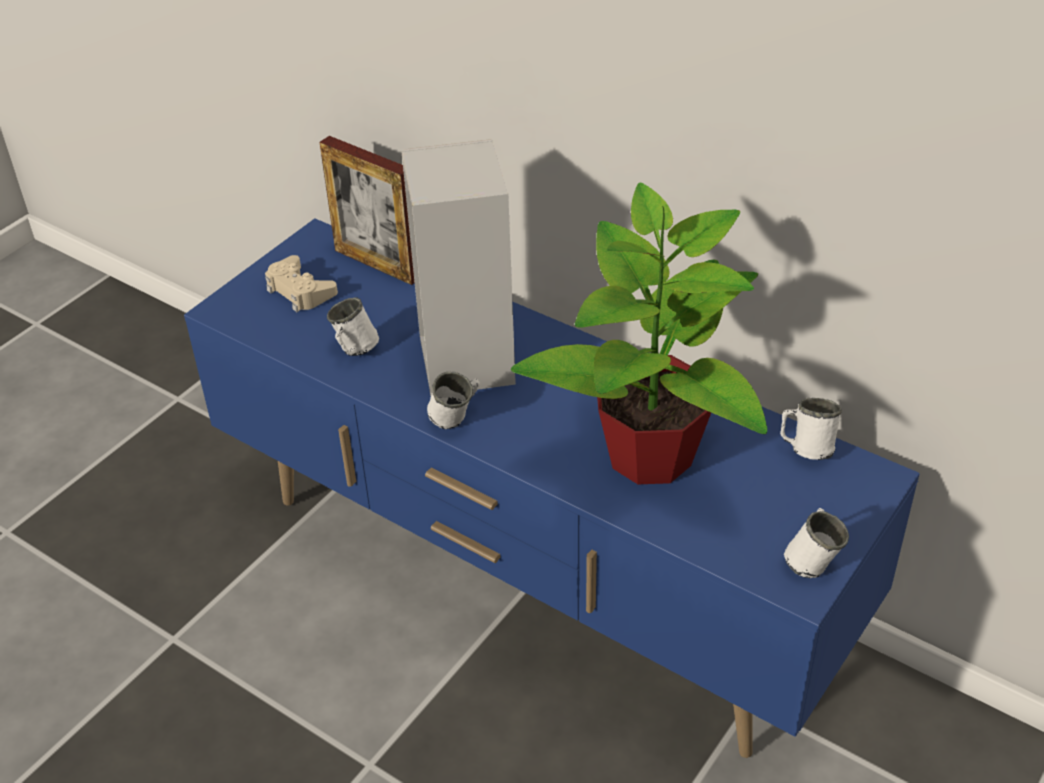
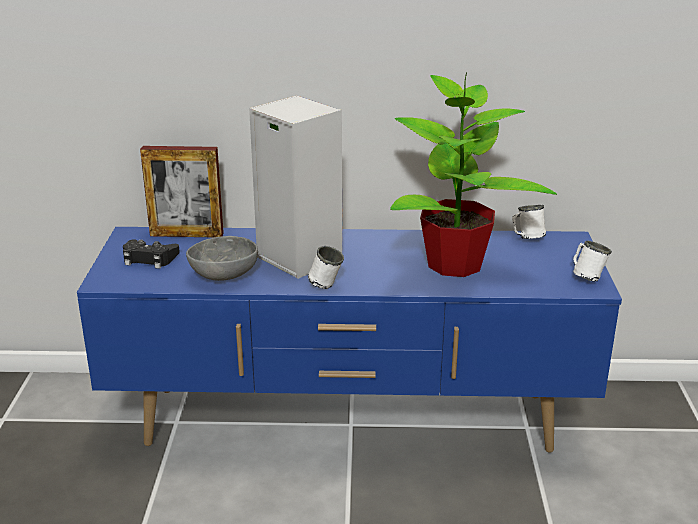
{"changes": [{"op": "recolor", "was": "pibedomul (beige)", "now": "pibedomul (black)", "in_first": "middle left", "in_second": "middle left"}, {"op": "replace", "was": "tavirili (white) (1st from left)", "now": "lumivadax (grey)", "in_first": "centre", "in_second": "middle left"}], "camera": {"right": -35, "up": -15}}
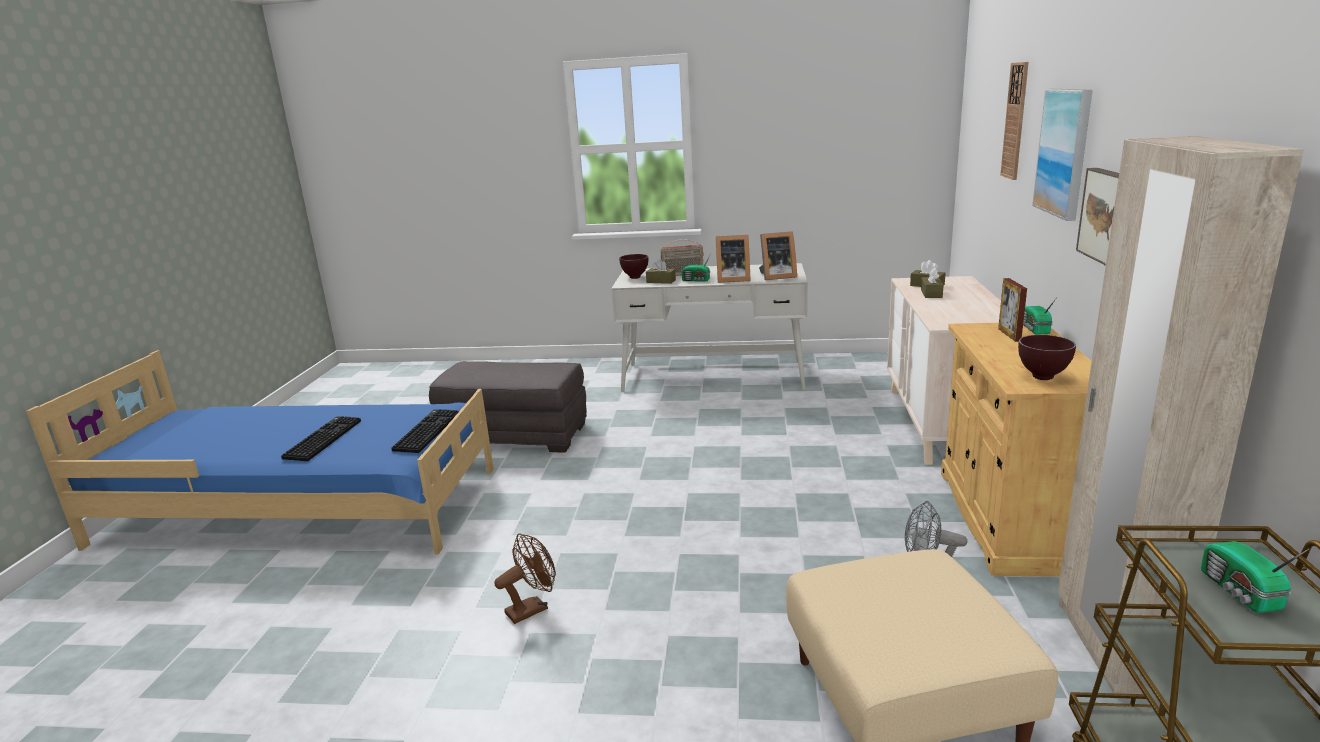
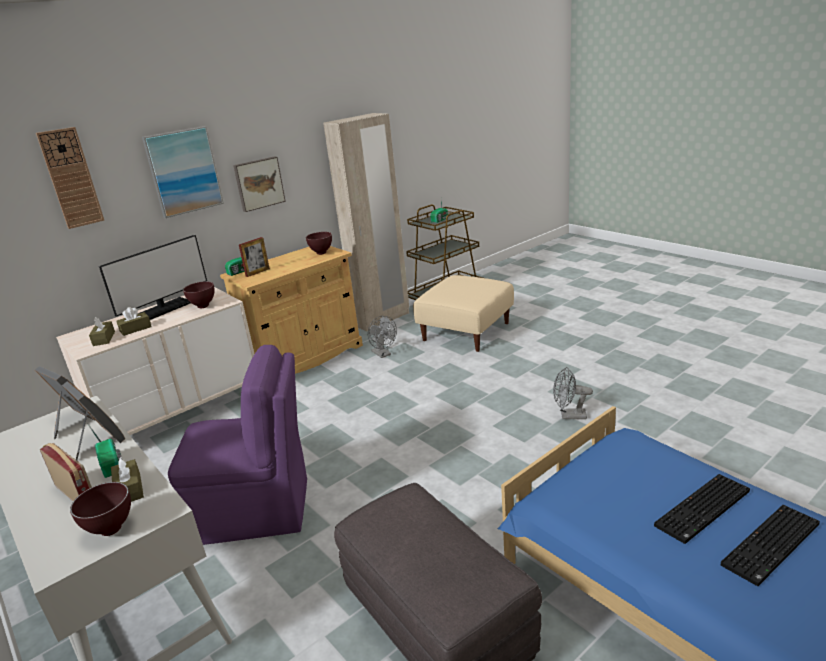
{"changes": [{"op": "move", "was": "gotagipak (2nd from left)", "in_first": "middle left", "in_second": "bottom right"}, {"op": "recolor", "was": "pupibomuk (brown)", "now": "pupibomuk (grey) (2nd from left)", "in_first": "bottom centre", "in_second": "middle right"}, {"op": "insert", "now": "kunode", "in_second": "middle left"}, {"op": "insert", "now": "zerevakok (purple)", "in_second": "bottom left"}, {"op": "insert", "now": "lumivadax (brown) (2nd from left)", "in_second": "middle left"}], "camera": {"right": -135, "up": 5}}
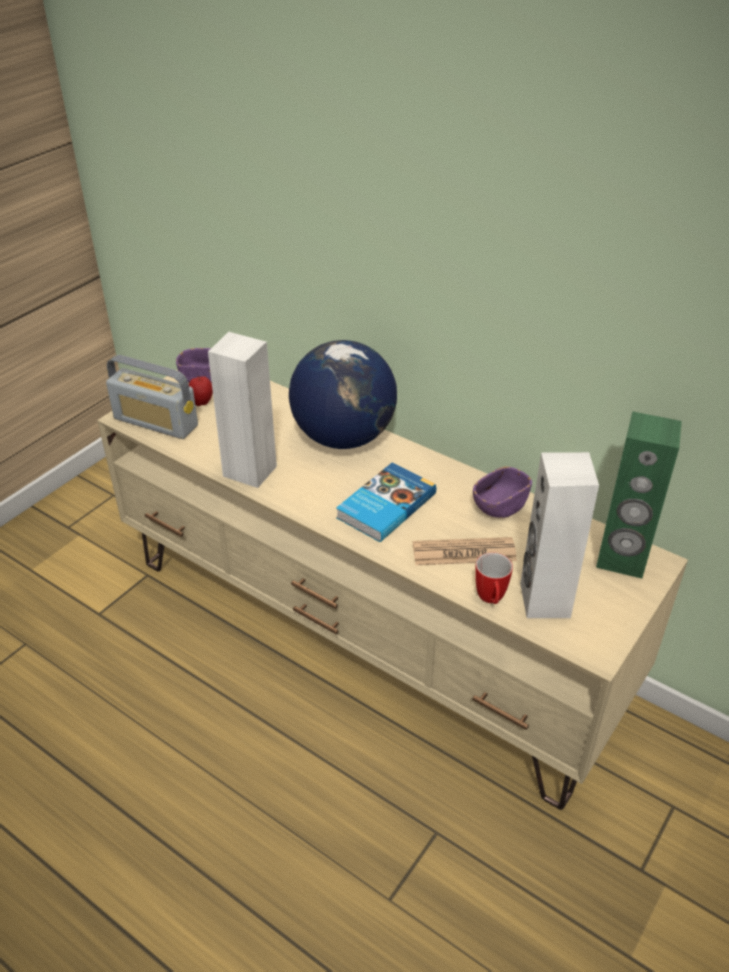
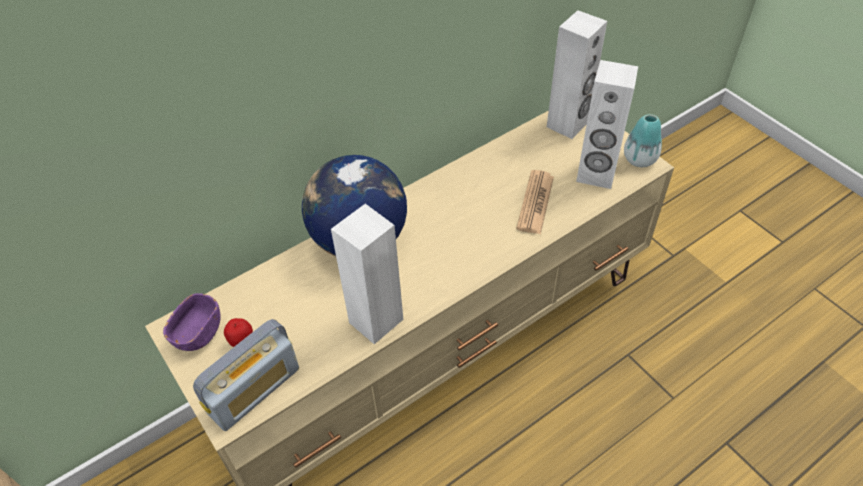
{"changes": [{"op": "delete", "was": "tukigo", "in_first": "centre"}, {"op": "delete", "was": "lumivadax (purple) (2nd from left)", "in_first": "middle right"}, {"op": "delete", "was": "tavirili", "in_first": "middle right"}, {"op": "recolor", "was": "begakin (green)", "now": "begakin (white) (2nd from left)", "in_first": "middle right", "in_second": "top right"}, {"op": "insert", "now": "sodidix", "in_second": "top right"}], "camera": {"right": -70, "up": 10}}
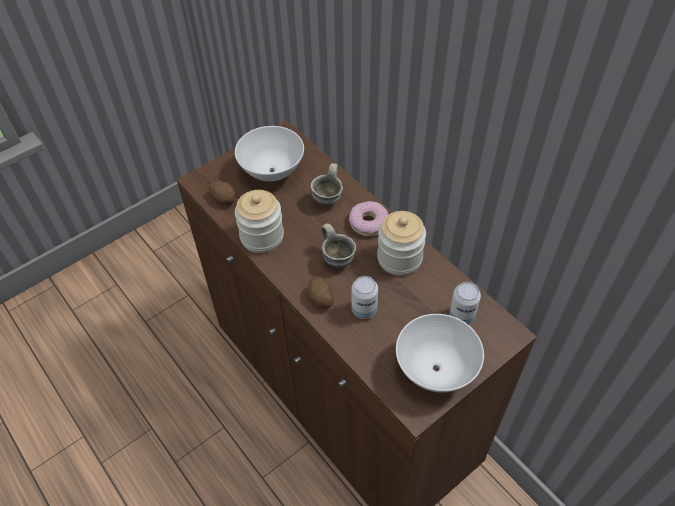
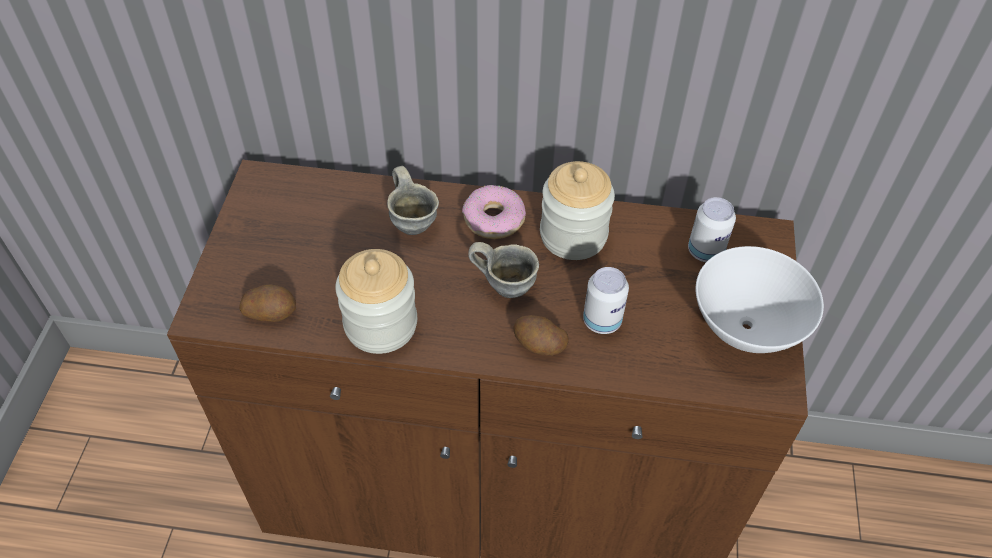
{"changes": [{"op": "delete", "was": "lumivadax (white) (1st from left)", "in_first": "top centre"}], "camera": {"right": -45, "up": 0}}
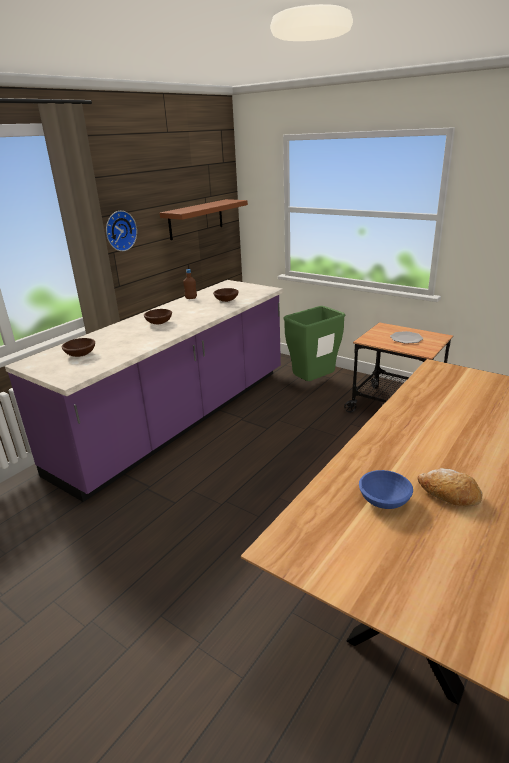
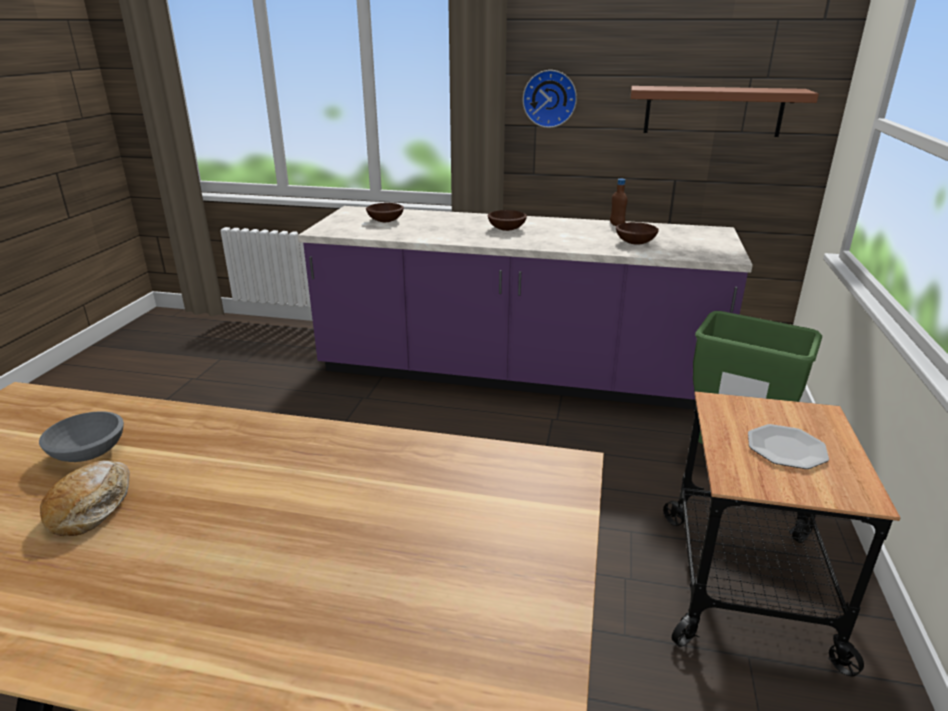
{"changes": [{"op": "recolor", "was": "lumivadax (blue)", "now": "lumivadax (grey)", "in_first": "middle right", "in_second": "middle left"}], "camera": {"right": 65, "up": 0}}
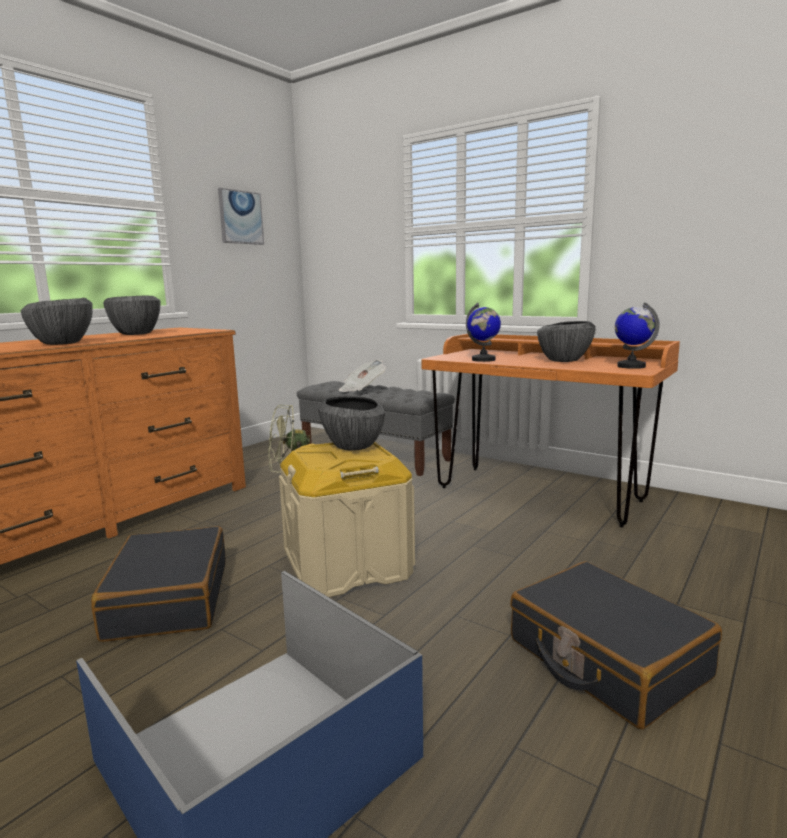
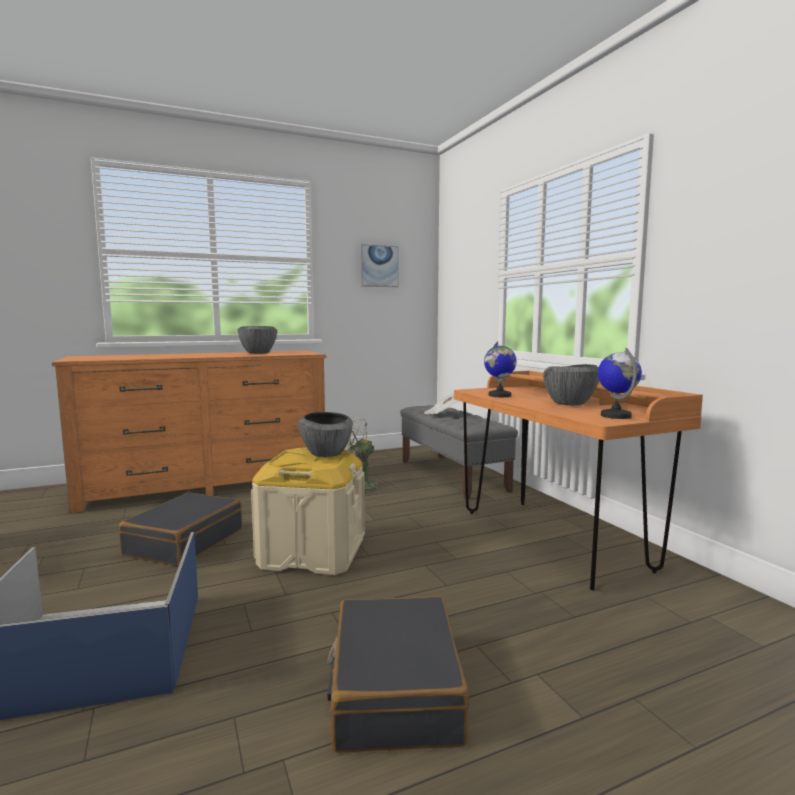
{"changes": [{"op": "delete", "was": "lumivadax (1st from left)", "in_first": "middle left"}], "camera": {"right": 30, "up": -5}}
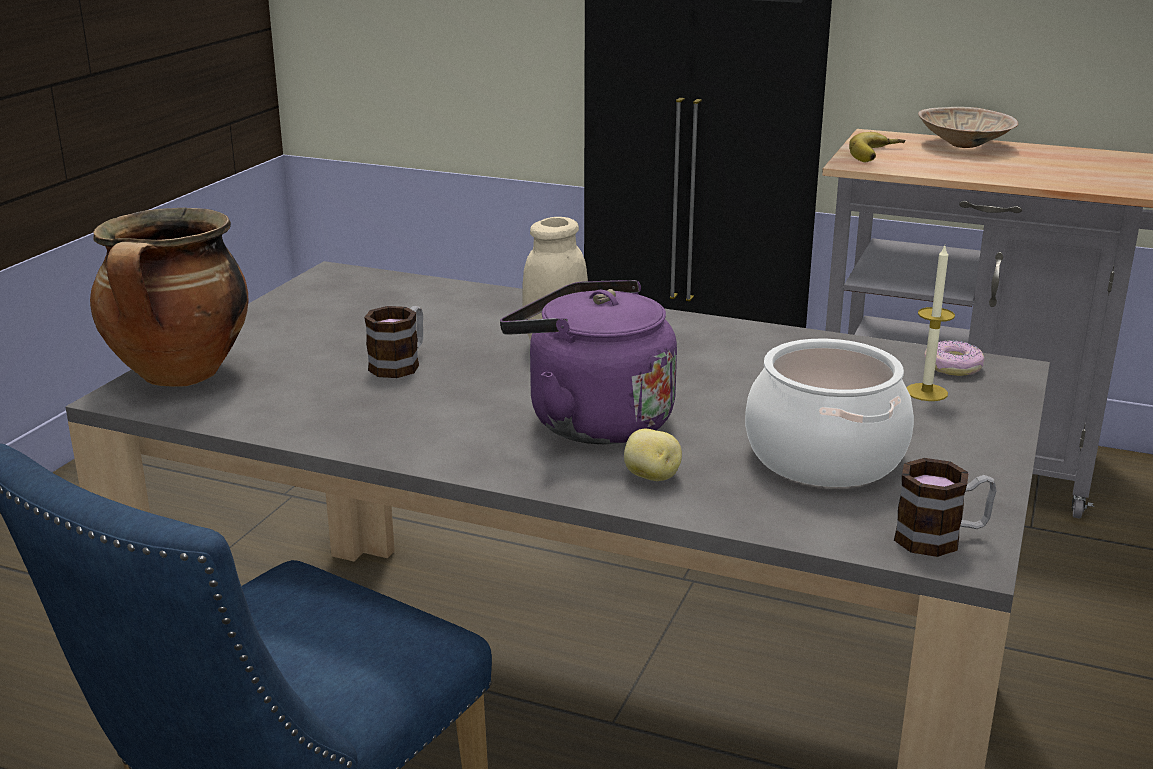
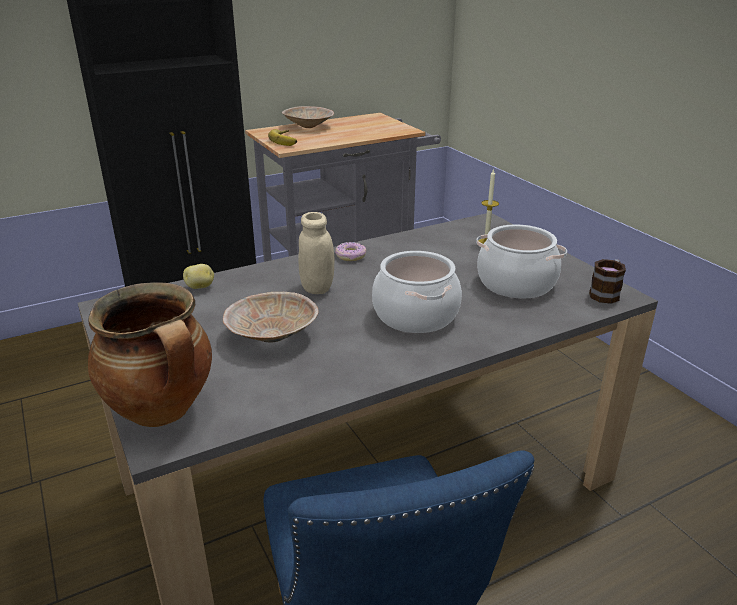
{"changes": [{"op": "replace", "was": "tavirili (1st from left)", "now": "lumivadax (beige) (1st from left)", "in_first": "centre", "in_second": "centre"}, {"op": "replace", "was": "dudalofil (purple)", "now": "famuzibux (2nd from left)", "in_first": "centre", "in_second": "centre"}, {"op": "move", "was": "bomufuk", "in_first": "centre", "in_second": "middle left"}, {"op": "move", "was": "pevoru", "in_first": "middle right", "in_second": "centre"}], "camera": {"right": -50, "up": 5}}
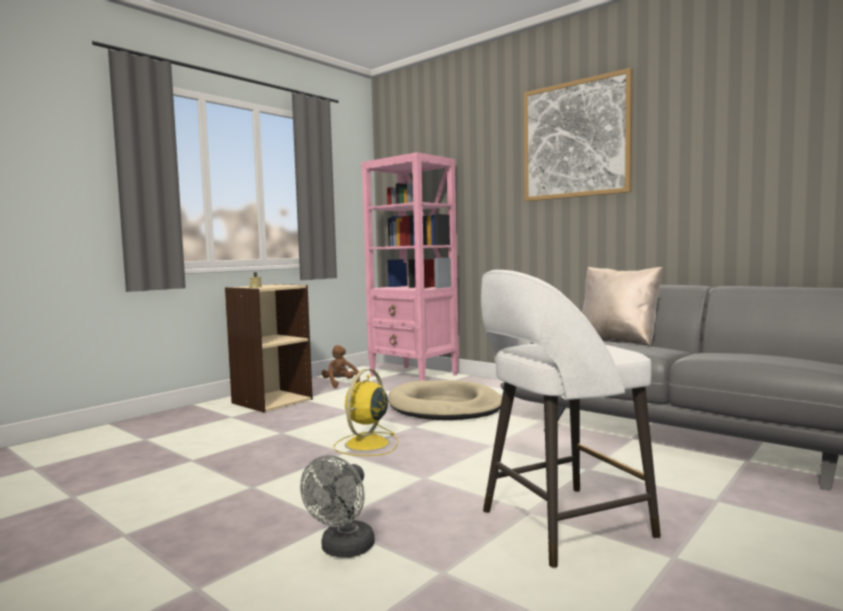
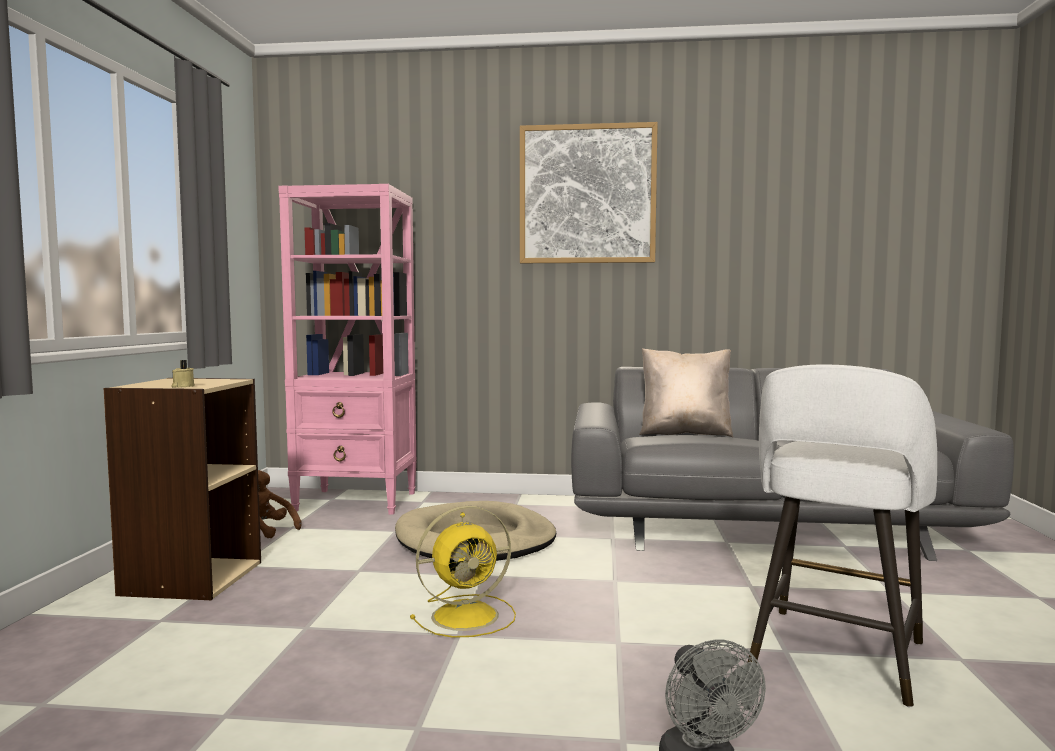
{"changes": [{"op": "rotate", "was": "pupibomuk (yellow)", "in_first": "bottom centre", "in_second": "bottom centre", "clockwise": -105}], "camera": {"right": -35, "up": 0}}
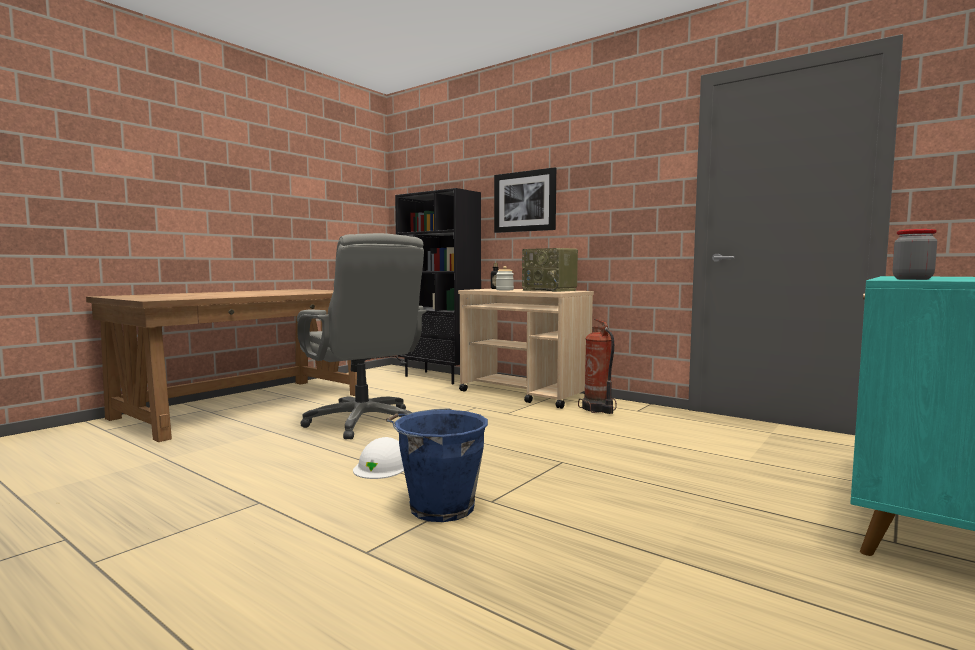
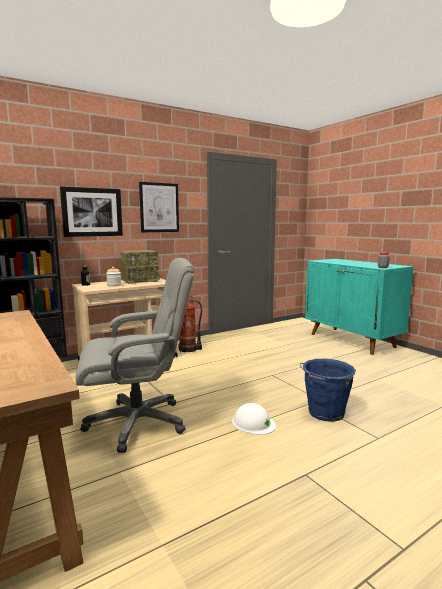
{"changes": [{"op": "insert", "now": "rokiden (2nd from left)", "in_second": "centre"}], "camera": {"right": -70, "up": 5}}
